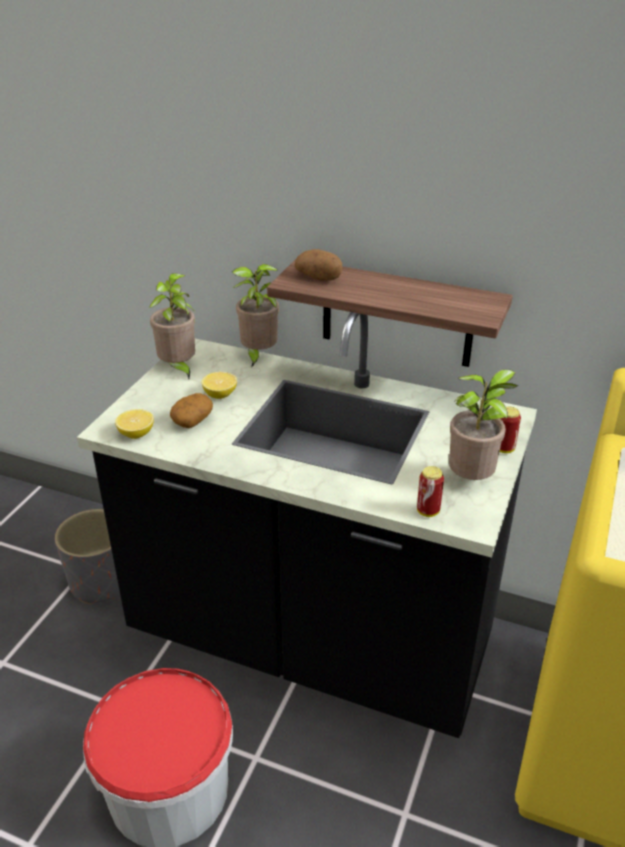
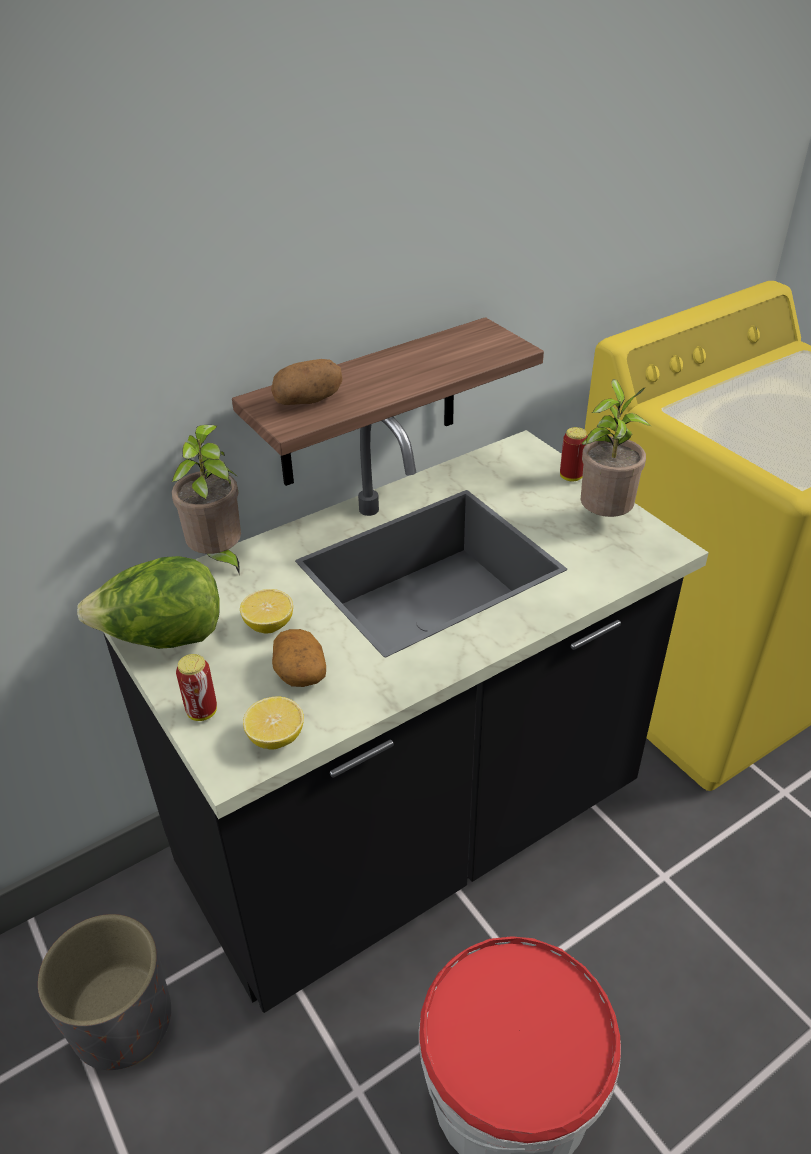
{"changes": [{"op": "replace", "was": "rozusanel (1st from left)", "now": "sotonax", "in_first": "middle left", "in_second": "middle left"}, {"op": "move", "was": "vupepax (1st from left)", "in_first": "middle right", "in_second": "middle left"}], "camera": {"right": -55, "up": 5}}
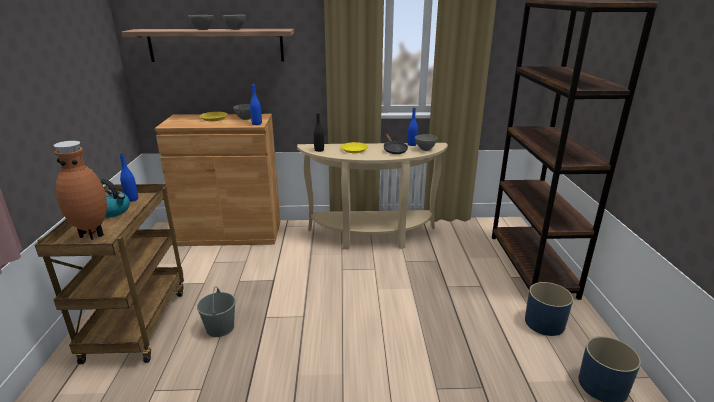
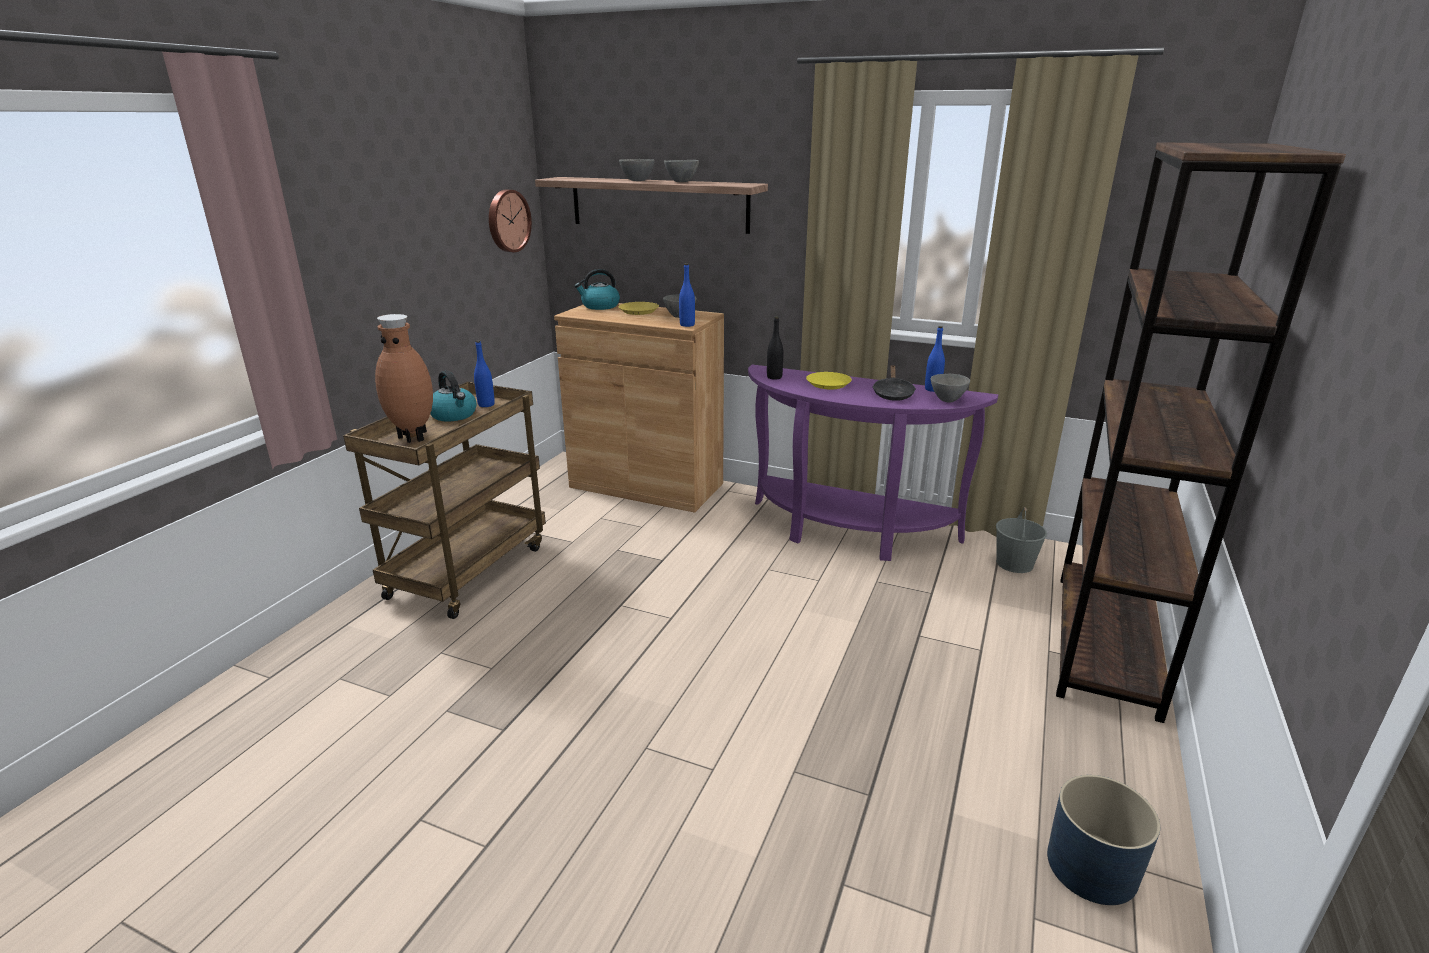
{"changes": [{"op": "move", "was": "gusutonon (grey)", "in_first": "bottom left", "in_second": "middle right"}, {"op": "recolor", "was": "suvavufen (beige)", "now": "suvavufen (purple)", "in_first": "centre", "in_second": "centre"}, {"op": "delete", "was": "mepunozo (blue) (1st from left)", "in_first": "bottom right"}, {"op": "insert", "now": "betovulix", "in_second": "top centre"}, {"op": "insert", "now": "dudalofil (2nd from left)", "in_second": "top centre"}], "camera": {"right": 25, "up": 0}}
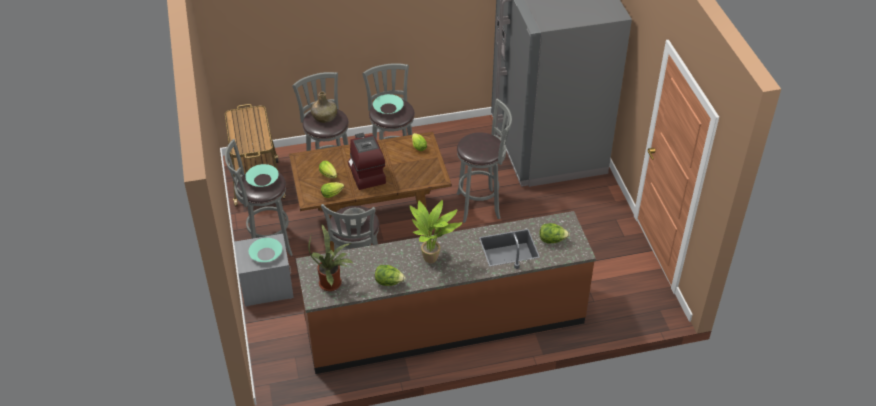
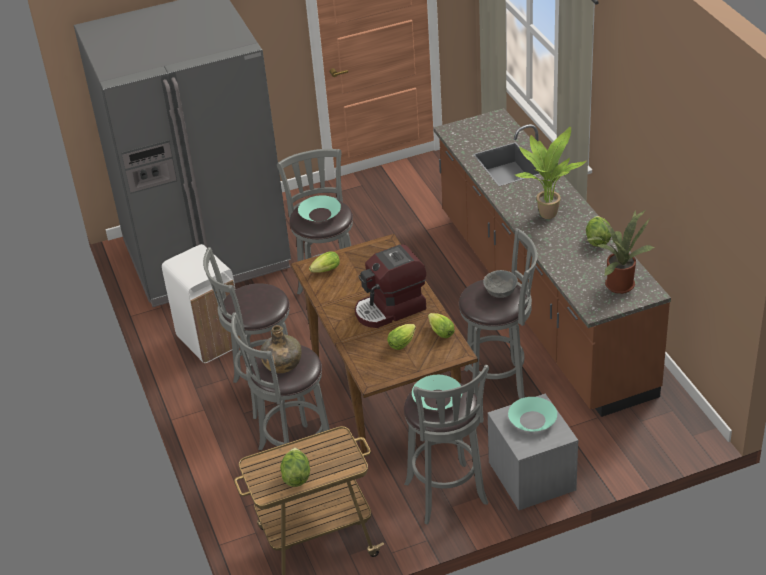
{"changes": [{"op": "move", "was": "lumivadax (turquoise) (3rd from left in the first image)", "now": "lumivadax (turquoise) (1st from left)", "in_first": "top centre", "in_second": "centre"}, {"op": "move", "was": "sotonax (5th from left in the first image)", "now": "sotonax (1st from left)", "in_first": "centre", "in_second": "bottom centre"}, {"op": "insert", "now": "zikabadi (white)", "in_second": "middle left"}], "camera": {"right": -95, "up": -5}}
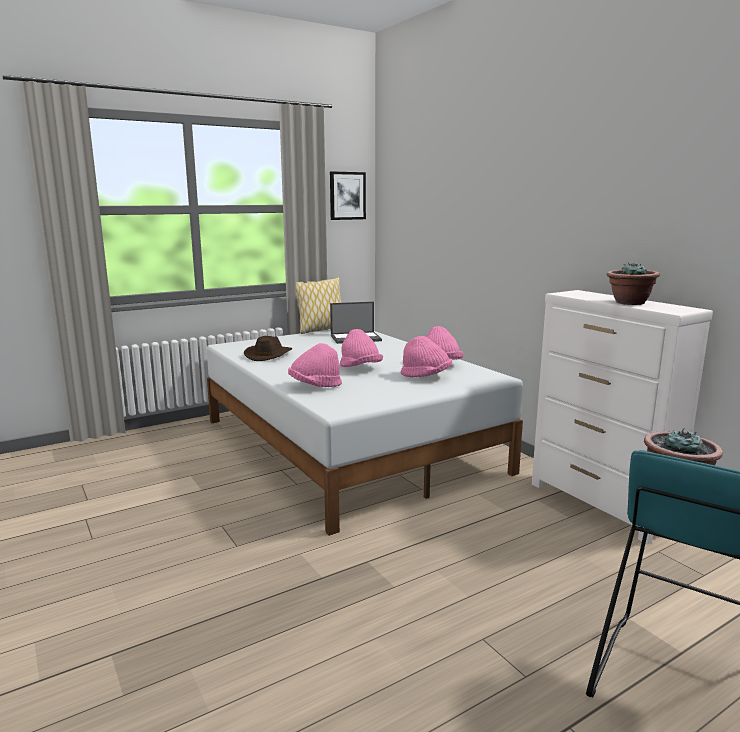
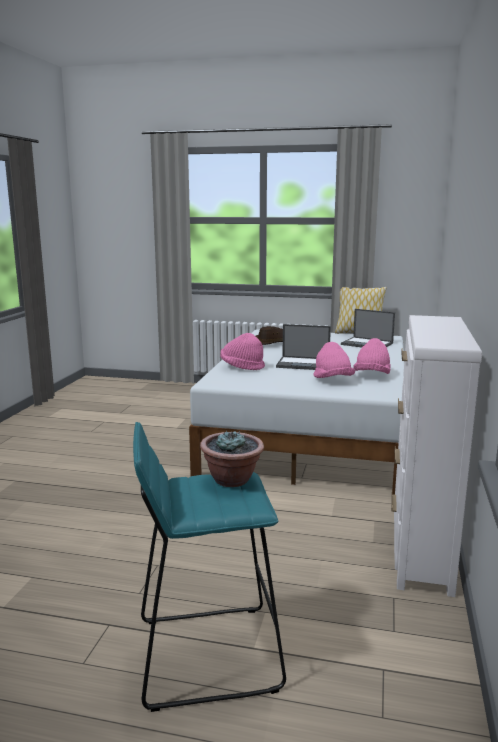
{"changes": [{"op": "delete", "was": "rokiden", "in_first": "top centre"}, {"op": "replace", "was": "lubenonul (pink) (2nd from left)", "now": "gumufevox (1st from left)", "in_first": "centre", "in_second": "centre"}, {"op": "delete", "was": "rozusanel (1st from left)", "in_first": "middle right"}], "camera": {"right": 45, "up": 0}}
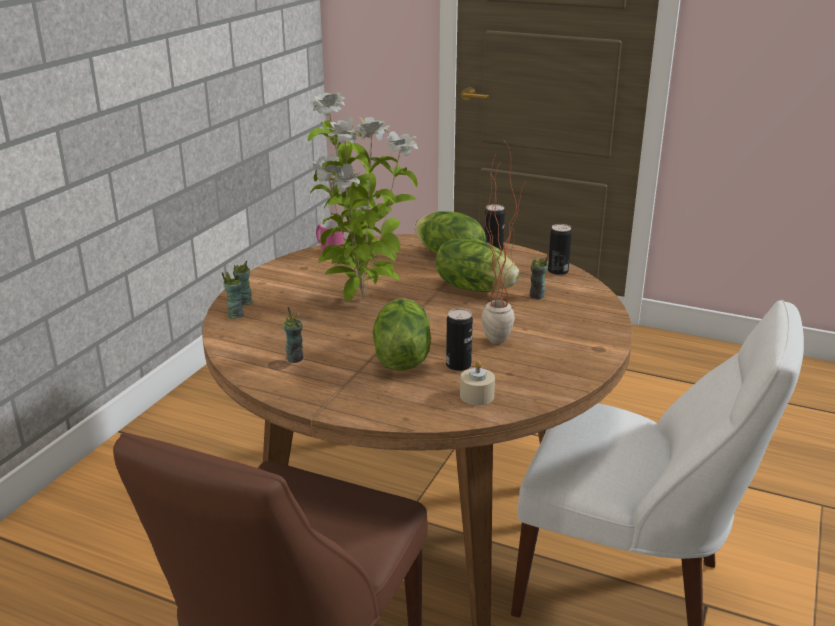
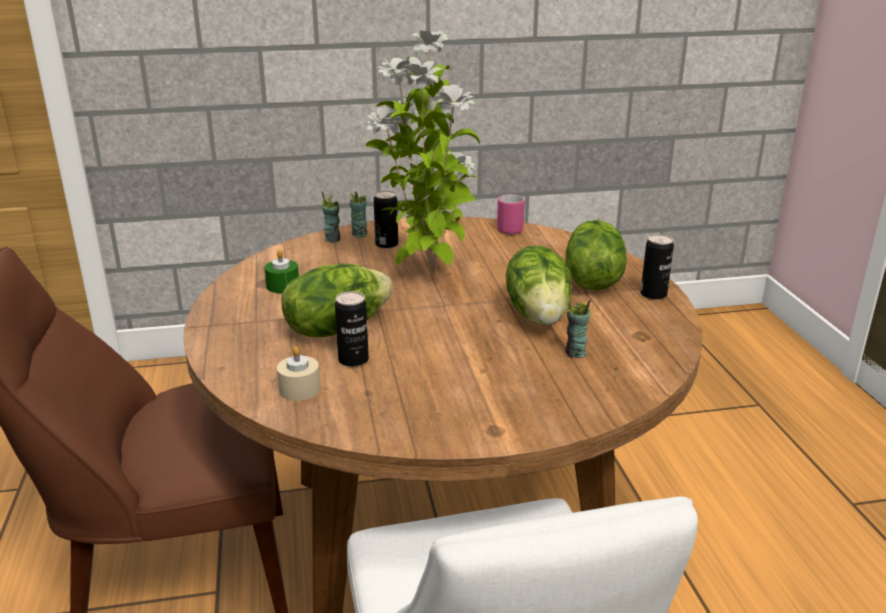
{"changes": [{"op": "replace", "was": "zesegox (3rd from left)", "now": "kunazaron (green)", "in_first": "centre", "in_second": "middle left"}, {"op": "delete", "was": "rozusanel (2nd from left)", "in_first": "centre"}, {"op": "move", "was": "vupepax (3rd from left in the first image)", "now": "vupepax (2nd from left)", "in_first": "middle right", "in_second": "centre"}], "camera": {"right": 55, "up": 0}}
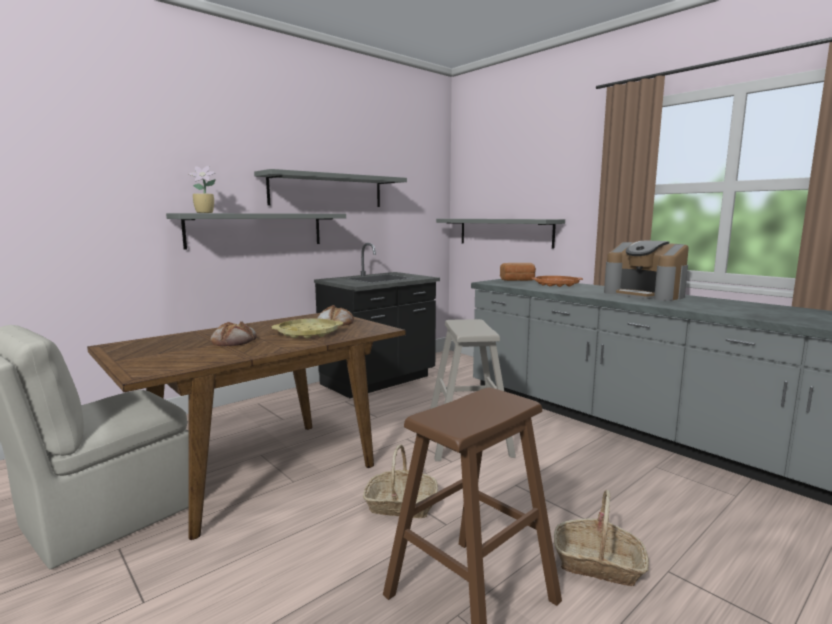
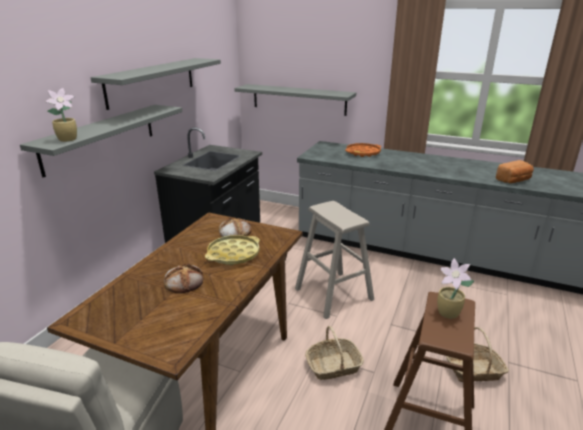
{"changes": [{"op": "move", "was": "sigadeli (3rd from left)", "in_first": "centre", "in_second": "middle right"}, {"op": "delete", "was": "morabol", "in_first": "middle right"}, {"op": "insert", "now": "rozusanel (2nd from left)", "in_second": "bottom right"}], "camera": {"right": -25, "up": 15}}
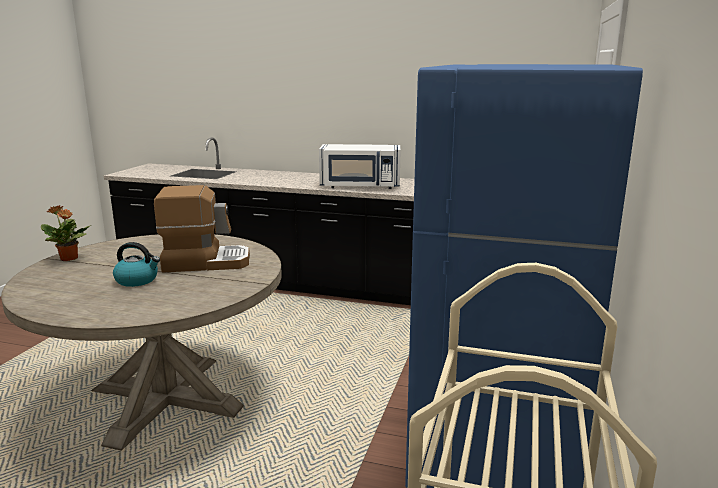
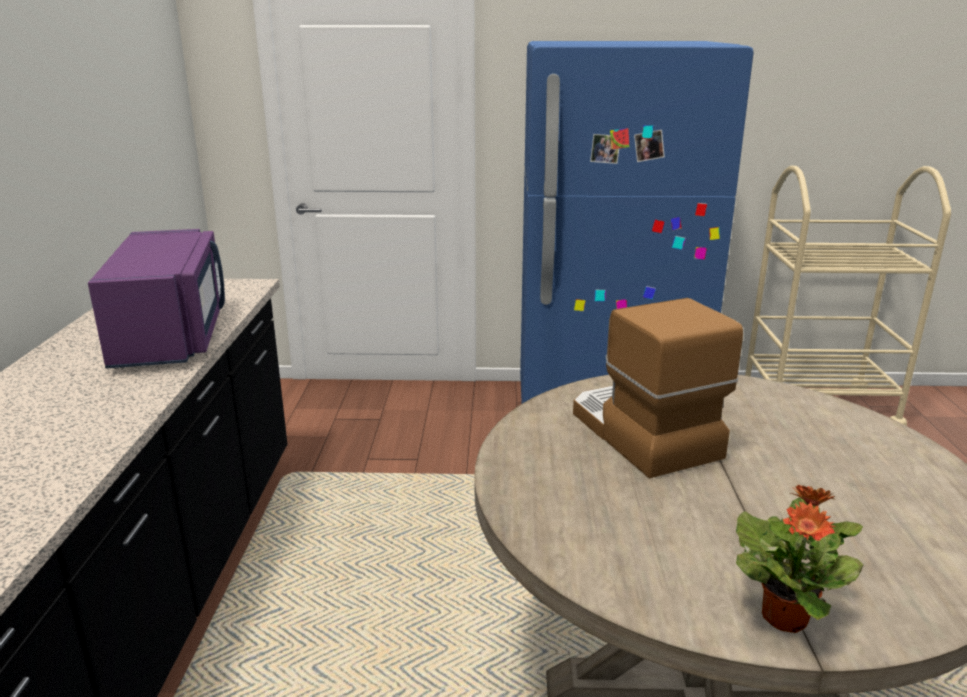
{"changes": [{"op": "delete", "was": "dudalofil", "in_first": "middle left"}, {"op": "recolor", "was": "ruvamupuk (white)", "now": "ruvamupuk (purple)", "in_first": "centre", "in_second": "middle left"}], "camera": {"right": -105, "up": 5}}
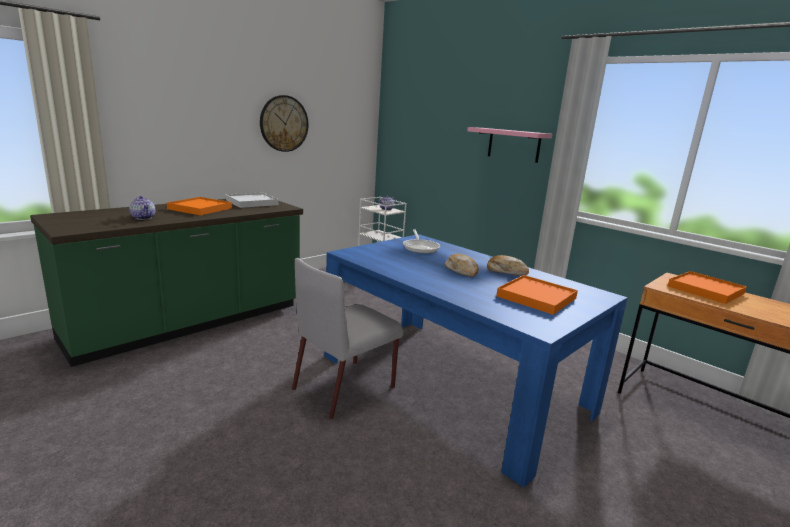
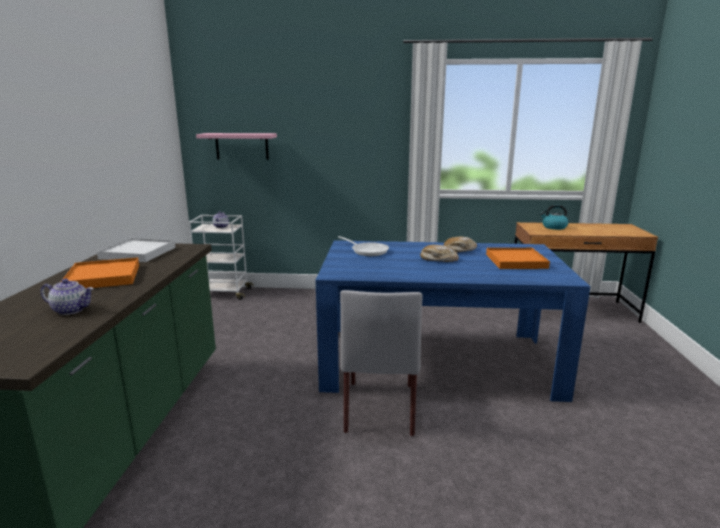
{"changes": [{"op": "delete", "was": "betovulix", "in_first": "top centre"}, {"op": "move", "was": "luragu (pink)", "in_first": "top centre", "in_second": "top left"}, {"op": "replace", "was": "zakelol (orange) (3rd from left)", "now": "dudalofil", "in_first": "middle right", "in_second": "middle right"}], "camera": {"right": -40, "up": 0}}
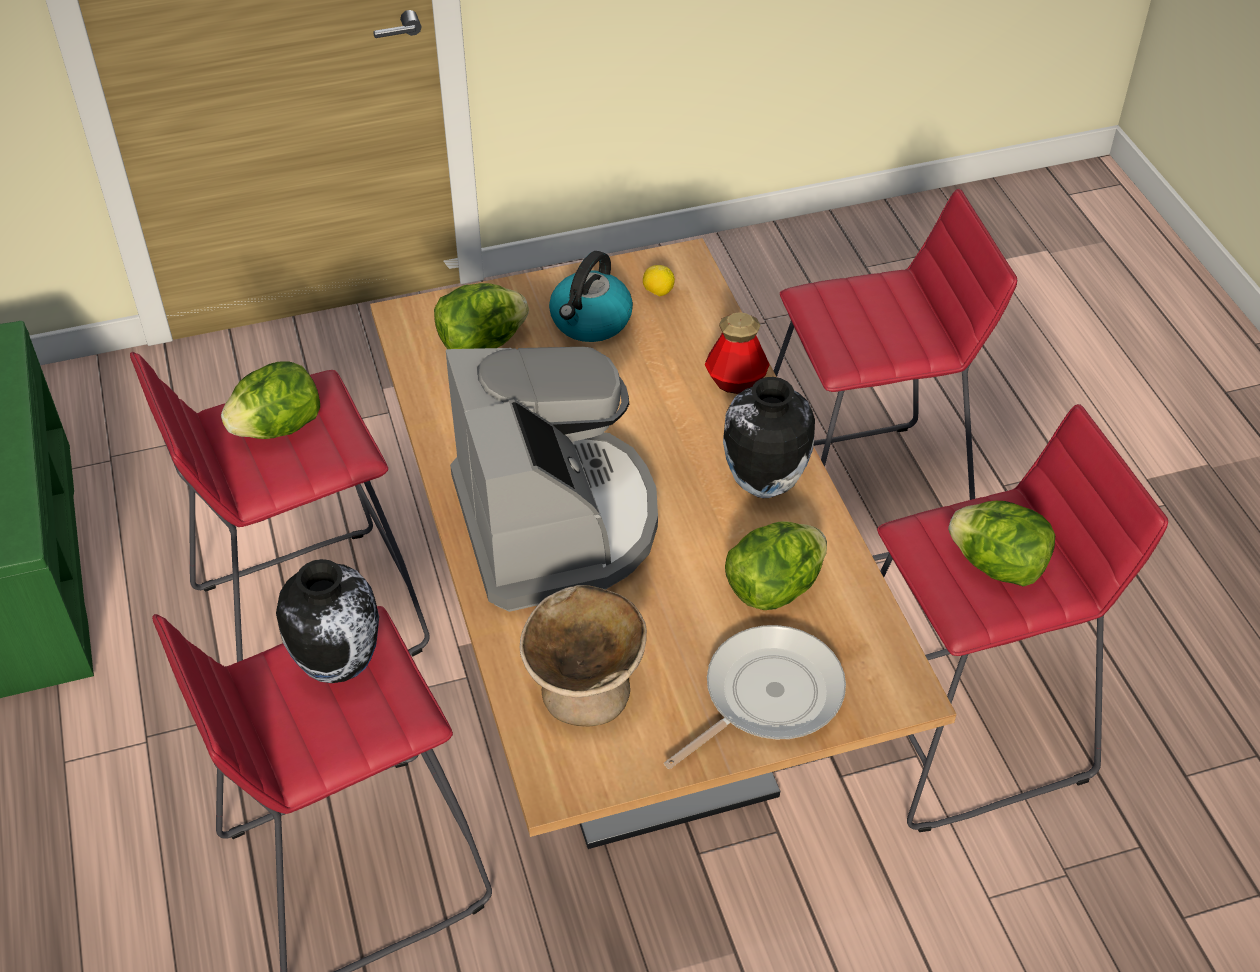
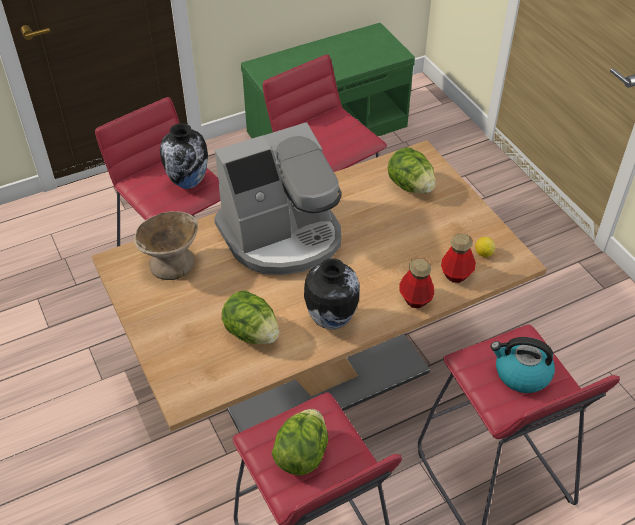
{"changes": [{"op": "delete", "was": "sotonax (1st from left)", "in_first": "middle left"}, {"op": "move", "was": "dudalofil", "in_first": "top centre", "in_second": "bottom right"}, {"op": "delete", "was": "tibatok", "in_first": "bottom centre"}, {"op": "insert", "now": "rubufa (2nd from left)", "in_second": "middle right"}], "camera": {"right": 80, "up": 0}}
